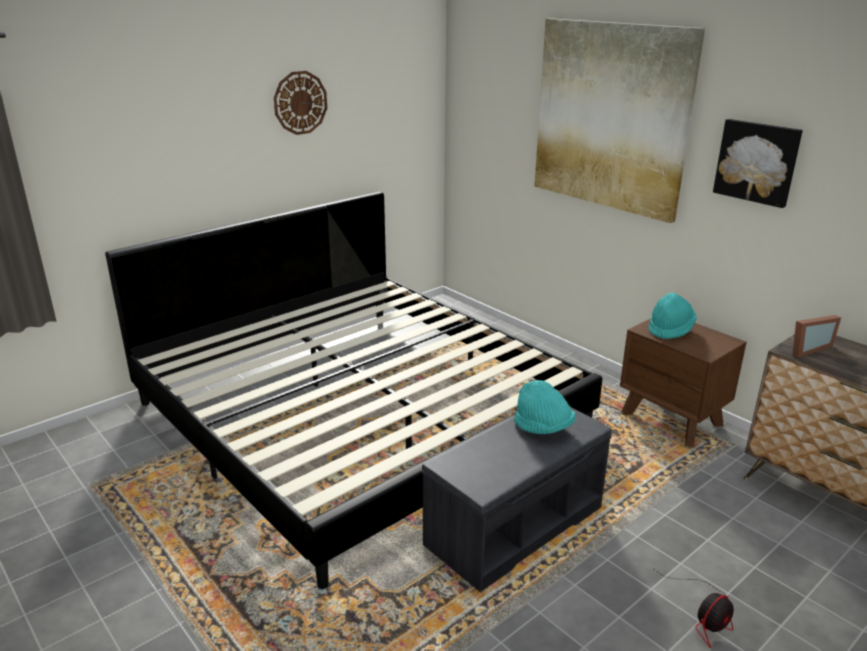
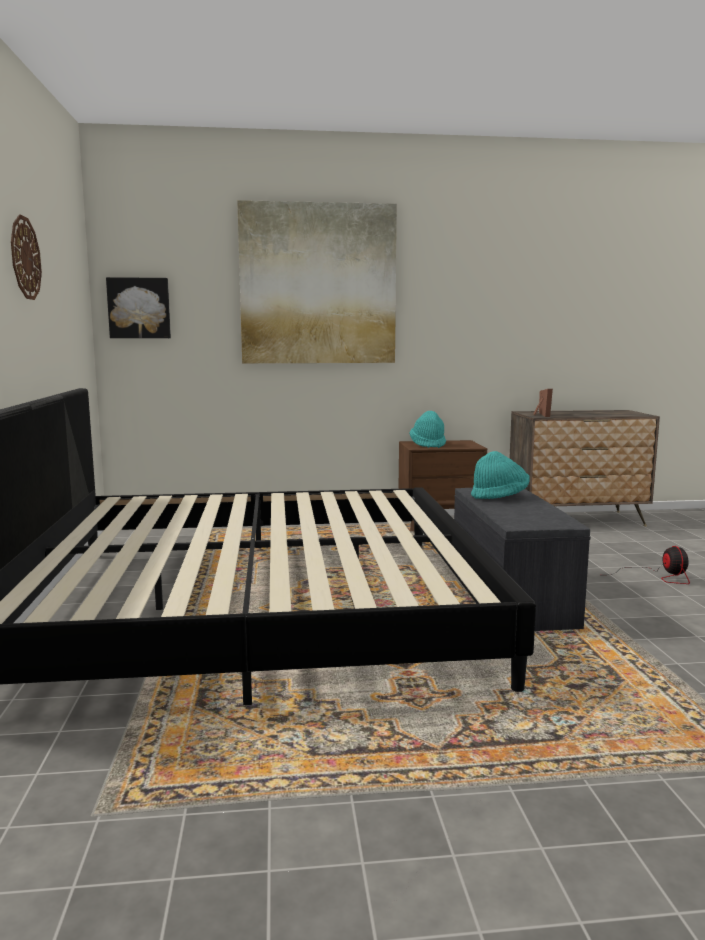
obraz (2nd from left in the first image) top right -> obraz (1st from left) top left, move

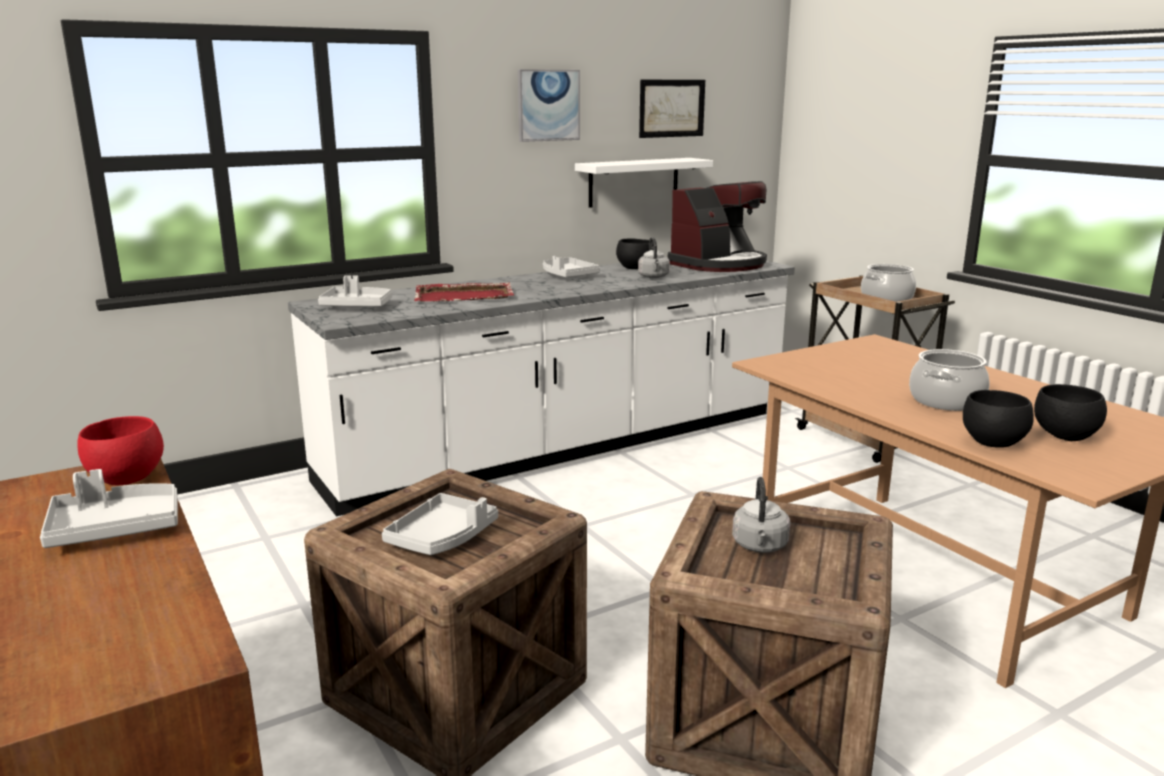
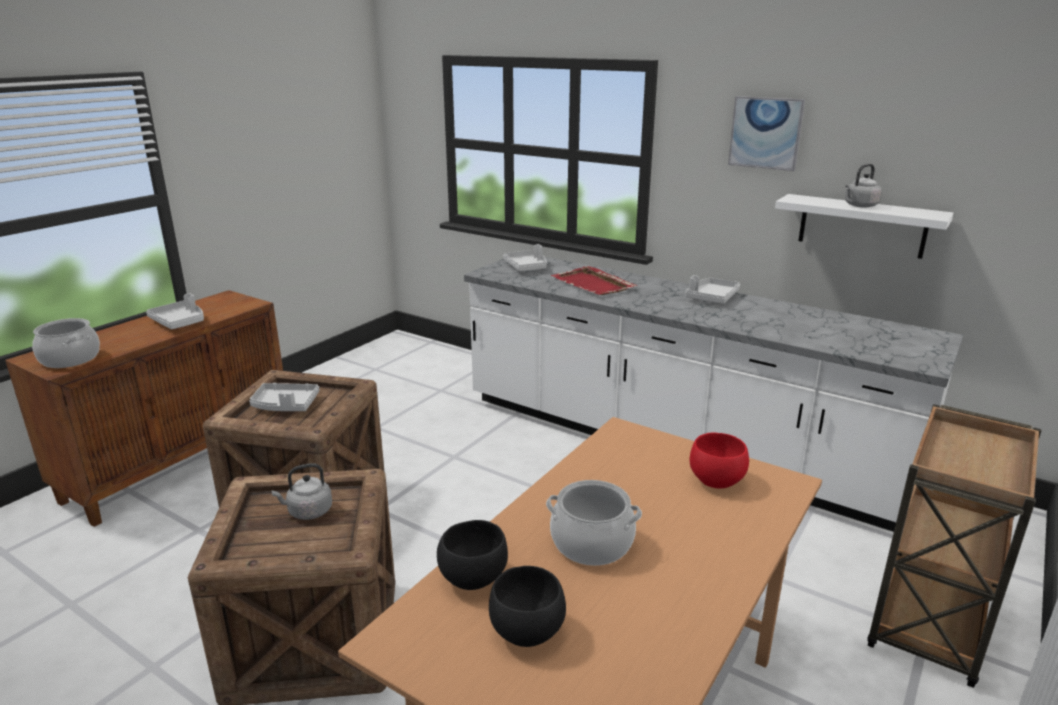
garnek (1st from left) middle right -> garnek (1st from left) middle left, move
miska/czerwony middle left -> miska/czerwony middle right, move
czajnik/szary (1st from left in the first image) top centre -> czajnik/szary (2nd from left) top right, move
miska/czarny (1st from left) top centre -> none
obraz (2nd from left) top centre -> none
ekspres do kawy top centre -> none

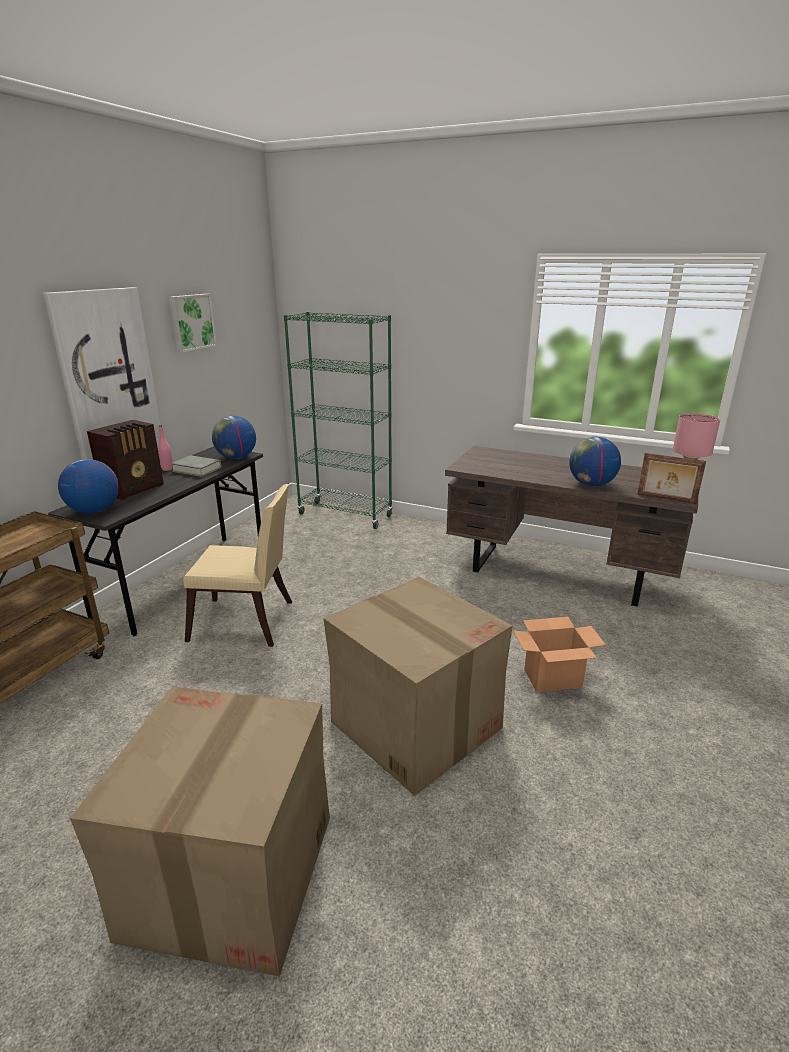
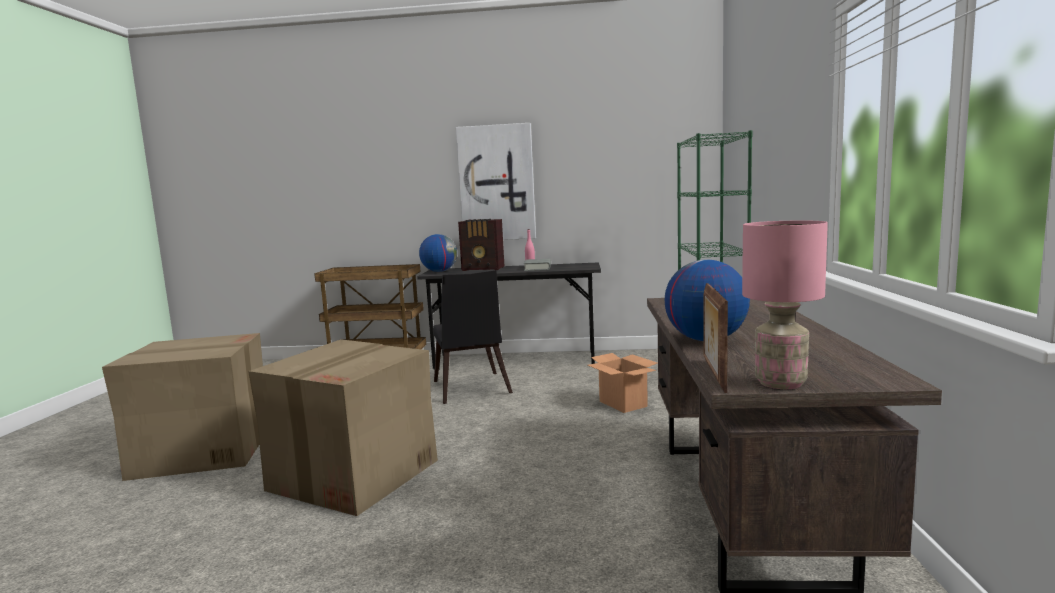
krzesło/beżowy middle left -> krzesło/czarny centre
karton (3rd from left) middle right -> karton (3rd from left) centre, move
obraz (2nd from left) top left -> none
globus (2nd from left) middle left -> none

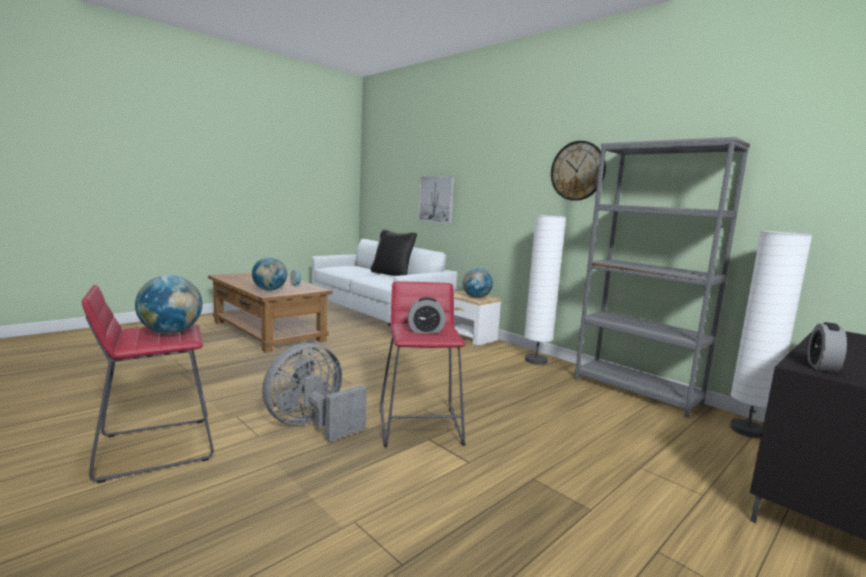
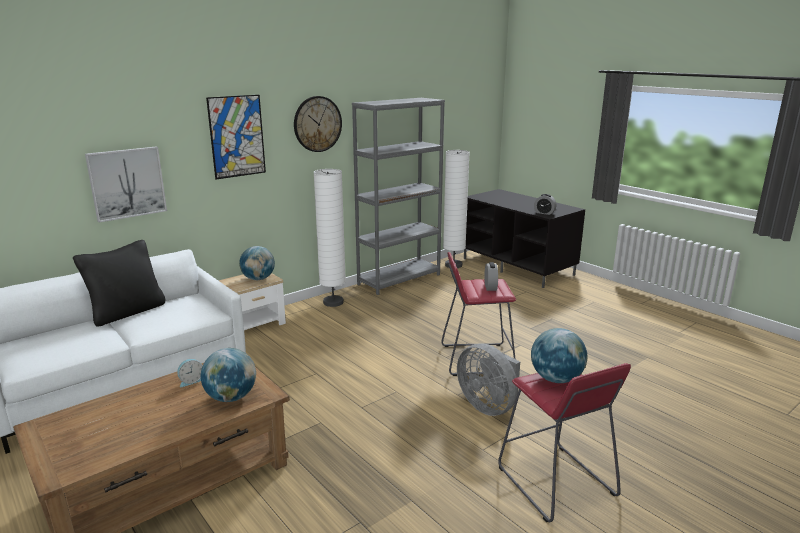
none -> obraz (2nd from left) top left

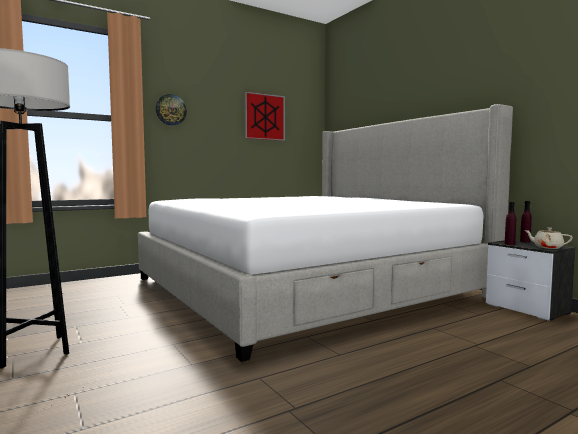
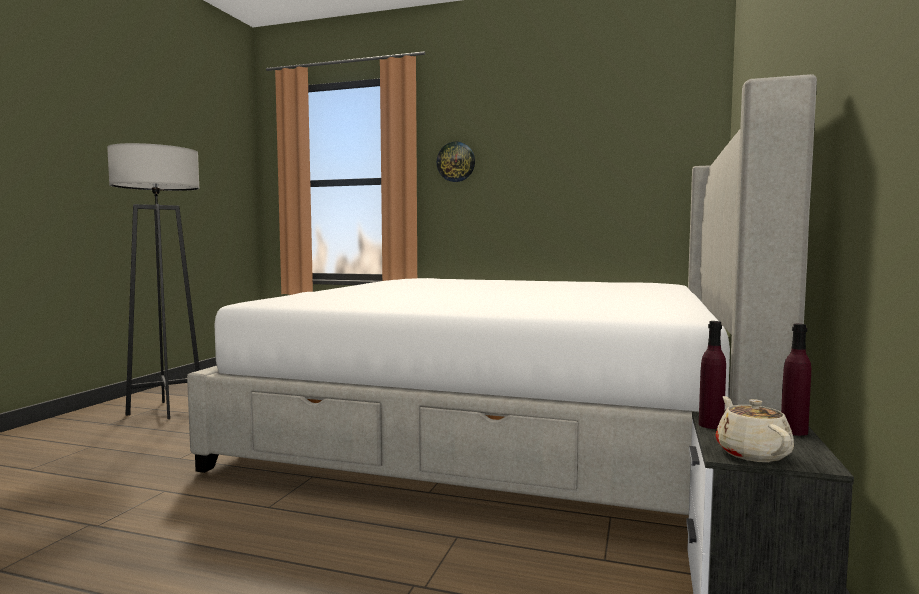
obraz top centre -> none

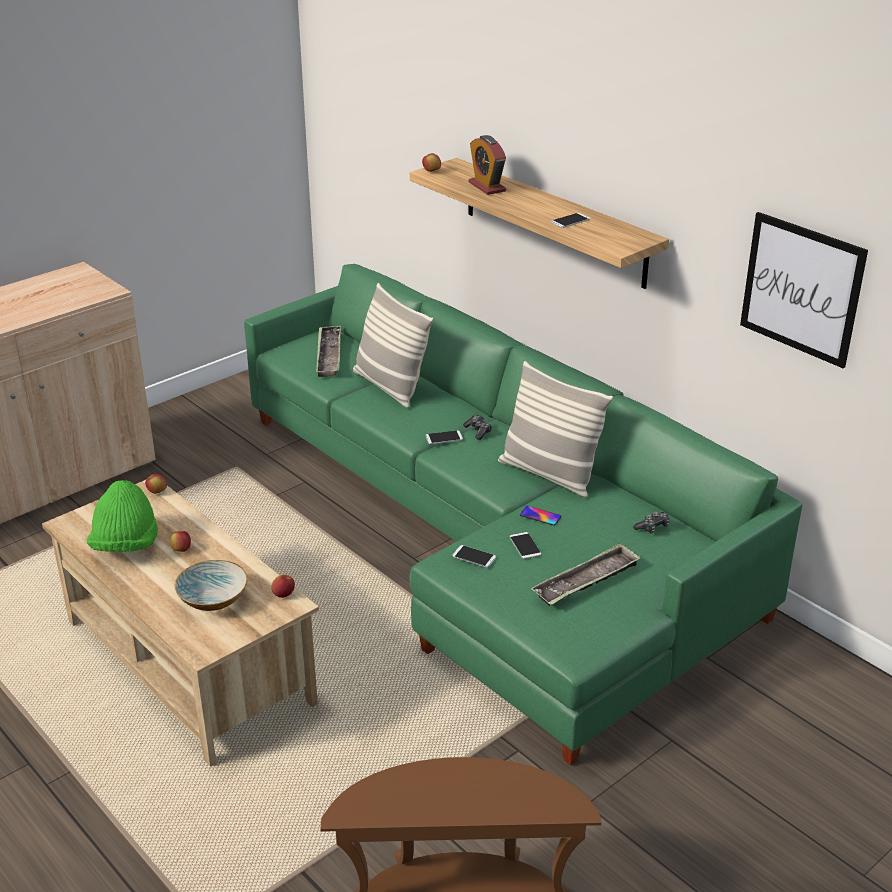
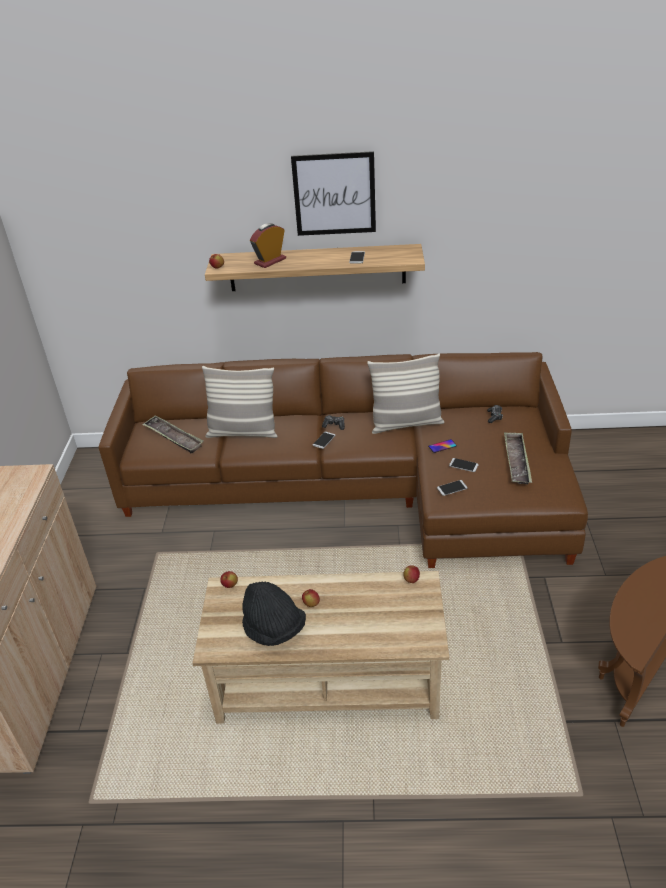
kanapa/zielony centre -> kanapa/brązowy centre
kapelusz/zielony middle left -> kapelusz/czarny bottom centre
budzik top centre, 120 degrees clockwise
obraz top right -> obraz top centre, move
miska middle left -> none

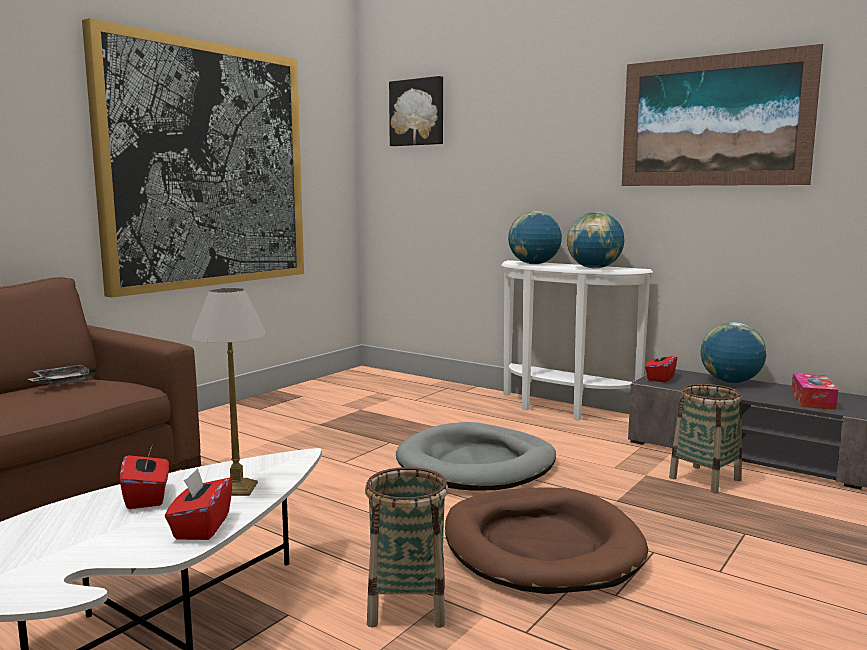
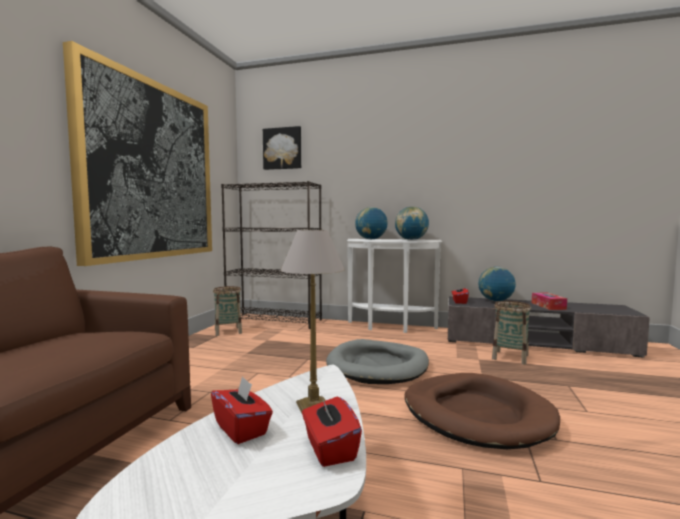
koszyk (1st from left) bottom centre -> koszyk (1st from left) centre, move
none -> regał/czarny centre
taca/szary middle left -> none
obraz (3rd from left) top right -> none

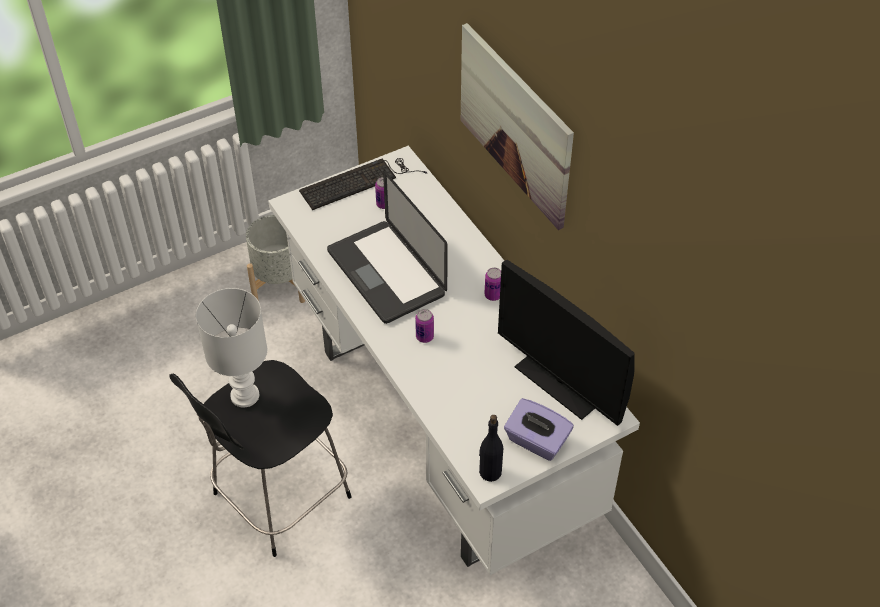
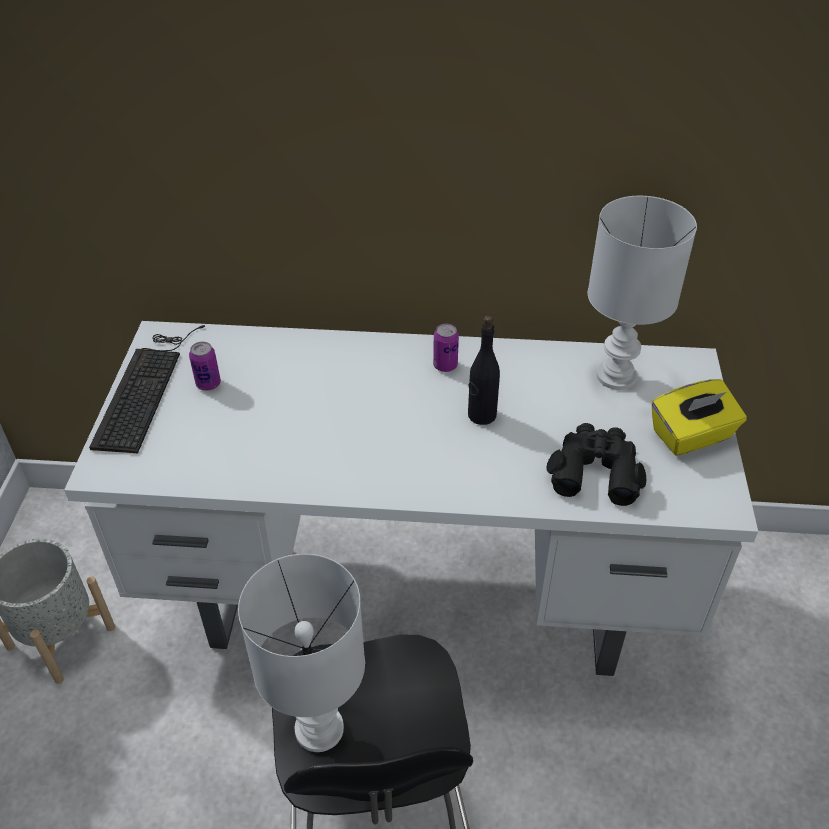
butelka/czarny bottom centre -> butelka/czarny centre, move
none -> lornetka/czarny middle right
monitor centre -> lampa stołowa/biały (2nd from left) middle right
pudełko chusteczek/fioletowy bottom centre -> pudełko chusteczek/żółty middle right
laptop centre -> none
puszka (2nd from left) centre -> none
obraz top centre -> none

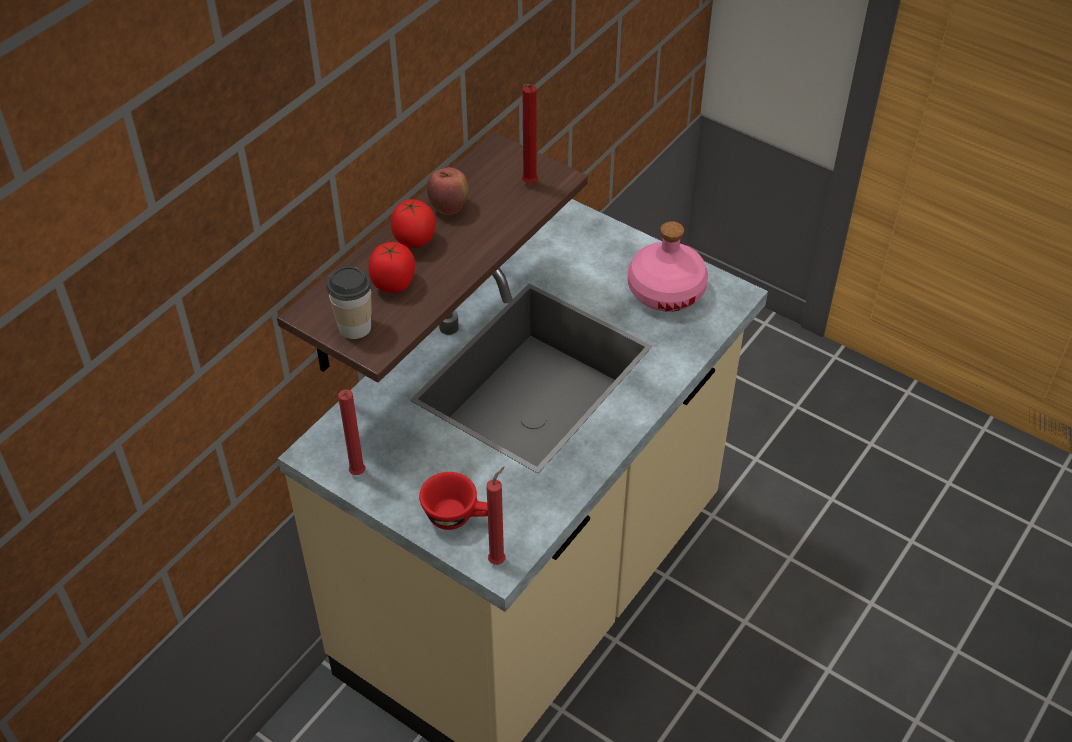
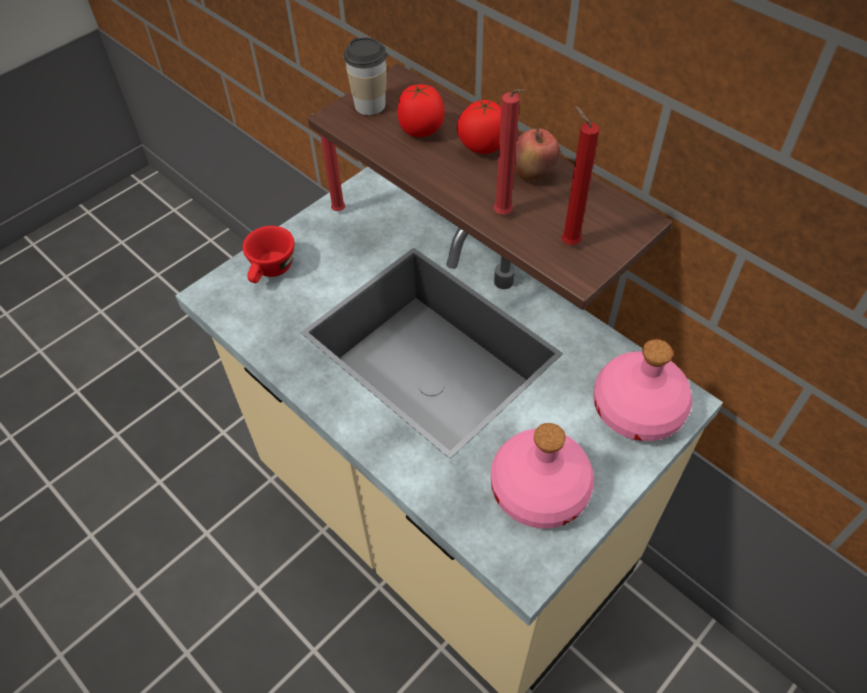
świeca/czerwony (2nd from left) bottom centre -> świeca/czerwony (2nd from left) top centre, move
none -> butelka/różowy (2nd from left) middle right

